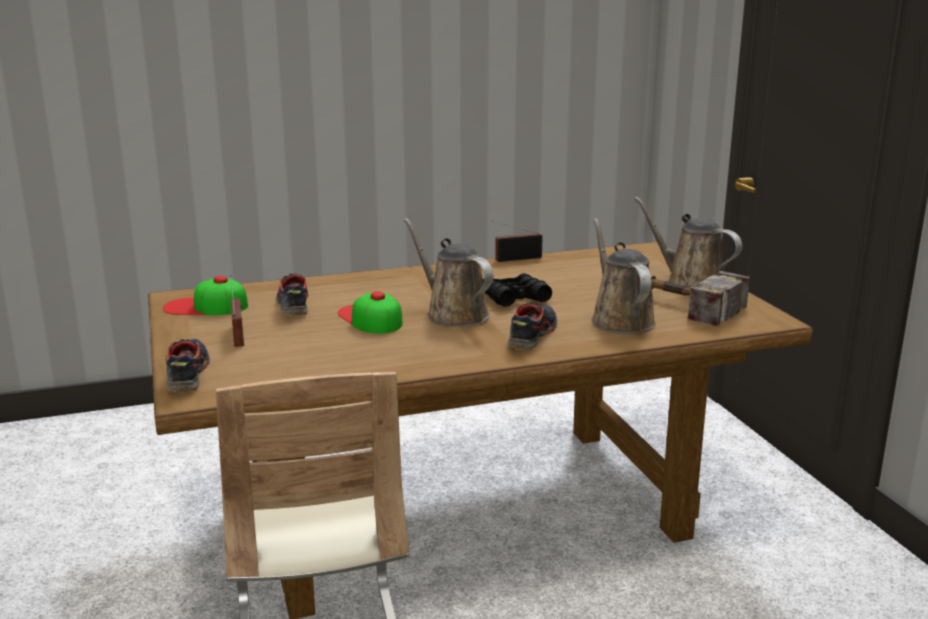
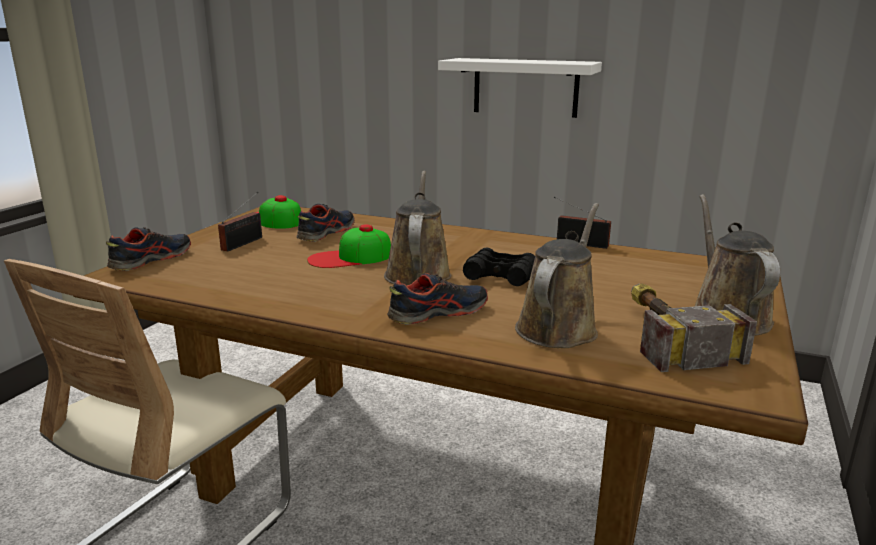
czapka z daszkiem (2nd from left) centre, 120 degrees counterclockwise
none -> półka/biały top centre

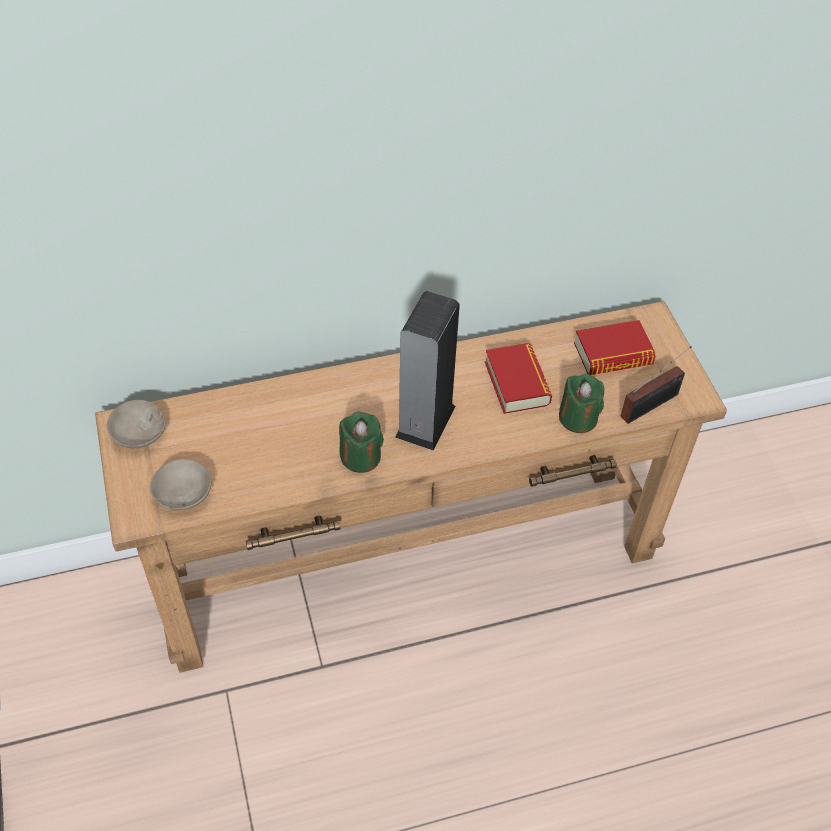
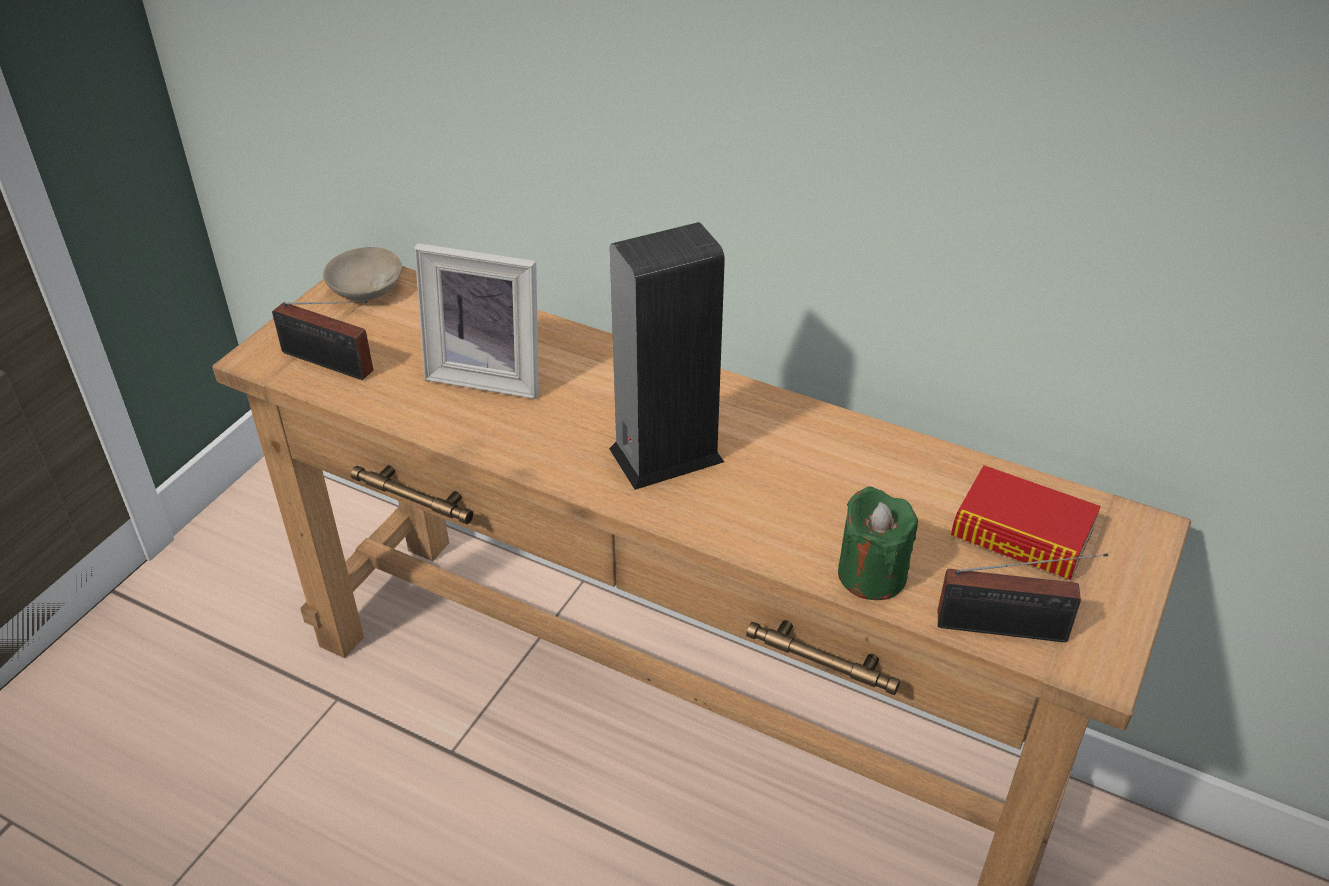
miska/beżowy (2nd from left) middle left -> radio (1st from left) middle left
none -> ramka na zdjęcie centre
świeca/zielony (1st from left) centre -> none
książka (1st from left) centre -> none

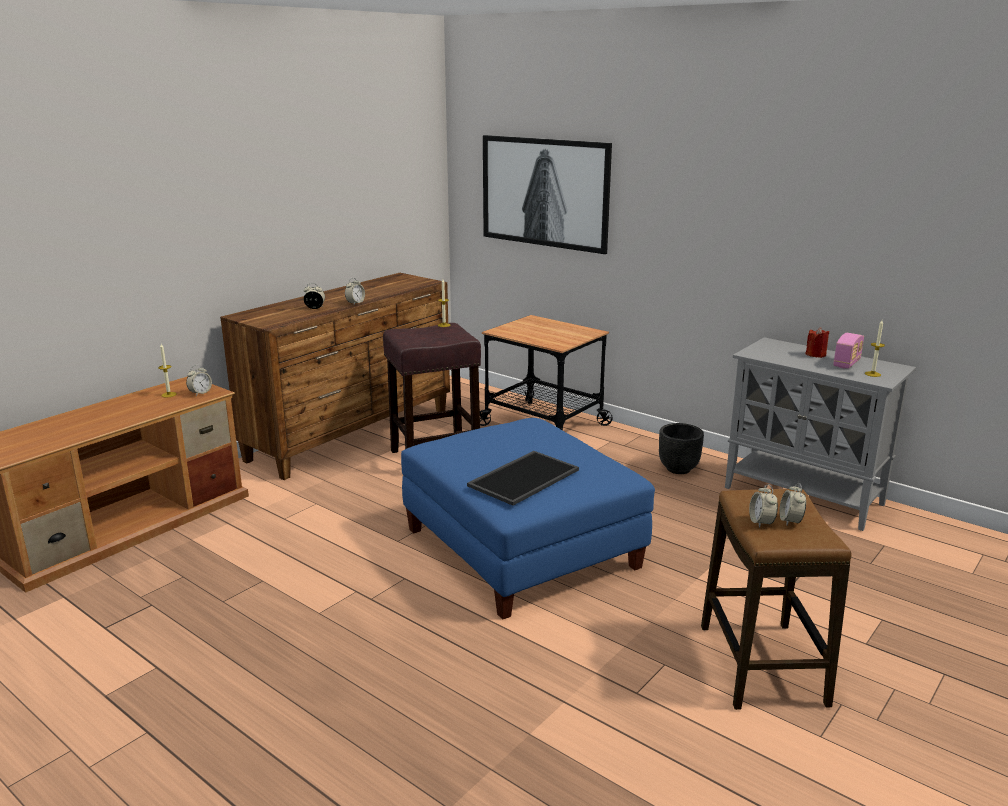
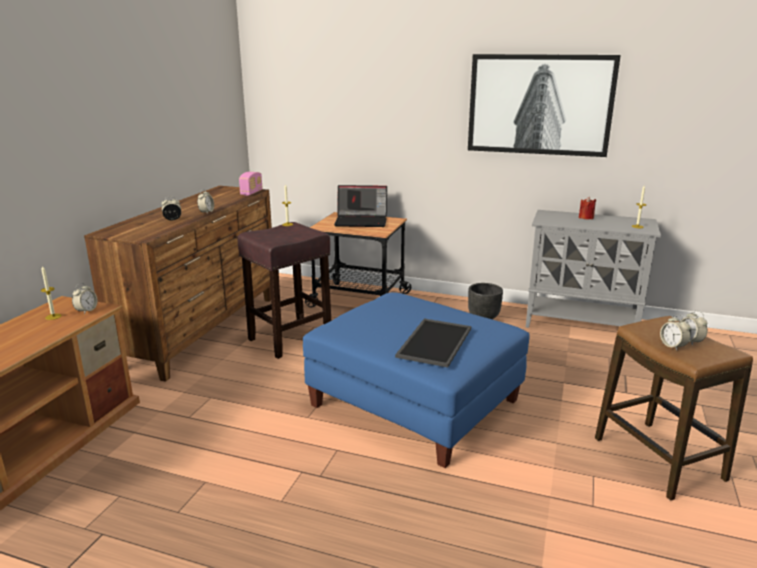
radio middle right -> radio top left, move
none -> laptop centre
obraz top centre -> obraz top right, move

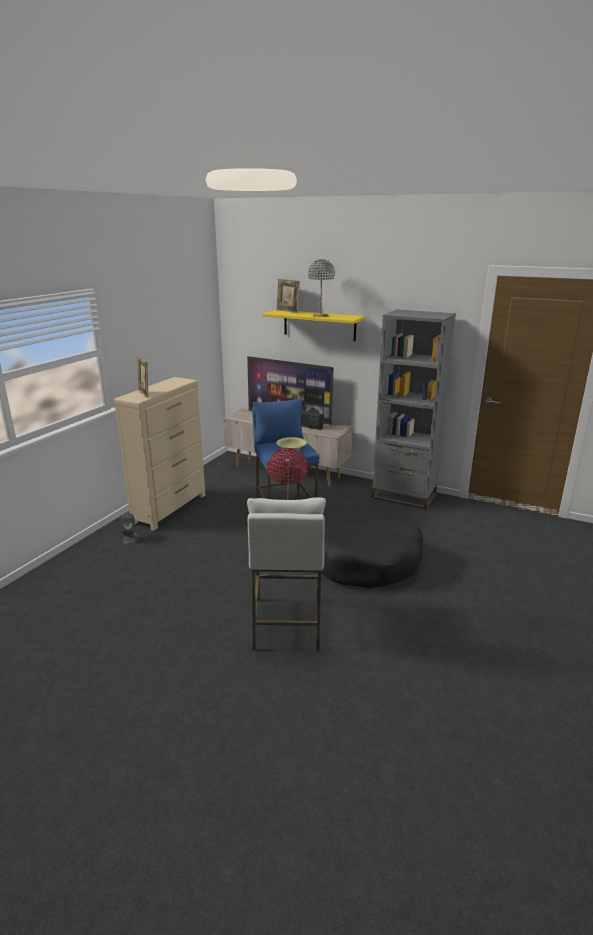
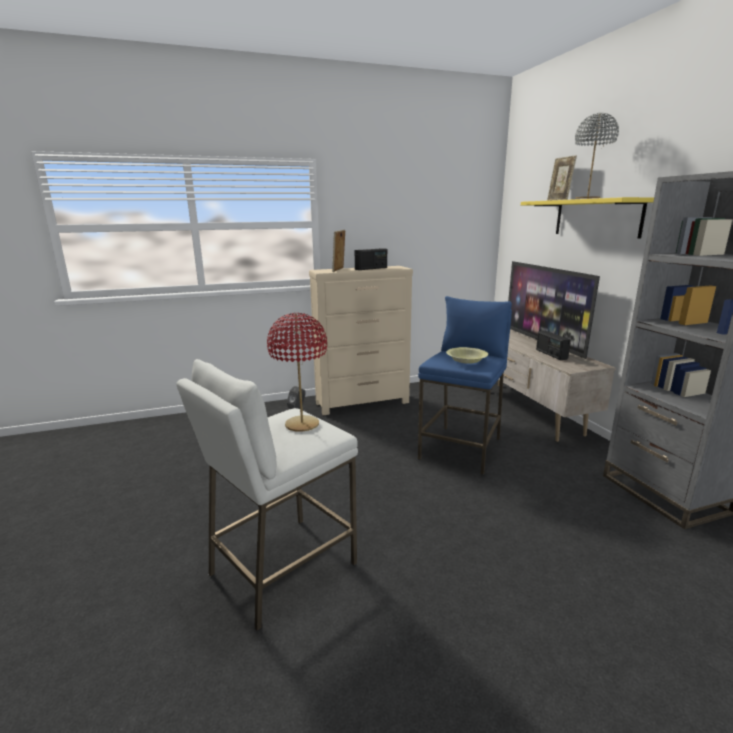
none -> radio (1st from left) centre
legowisko/czarny centre -> none

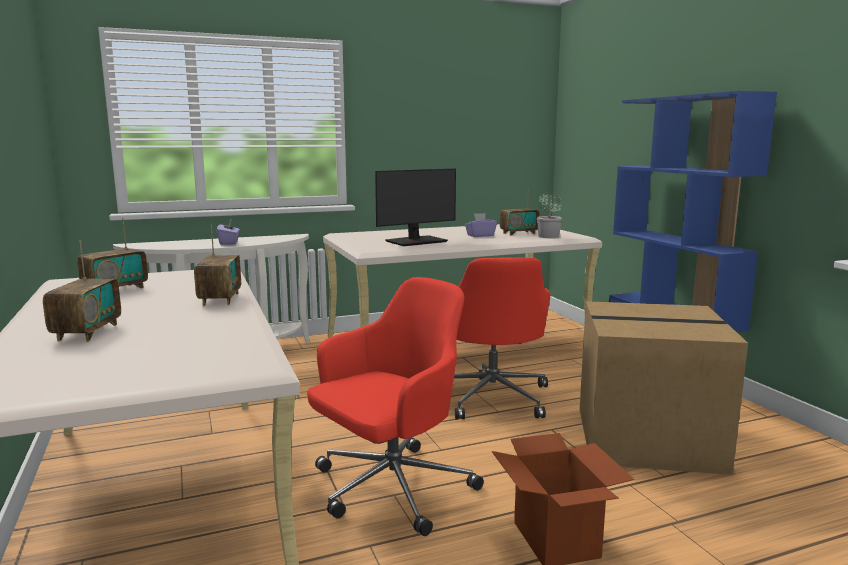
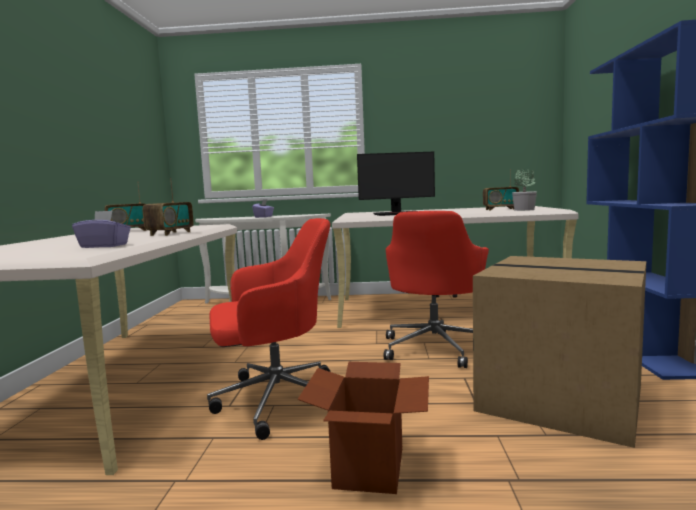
pudełko chusteczek/fioletowy (2nd from left in the first image) centre -> pudełko chusteczek/fioletowy (1st from left) middle left, move
radio (1st from left) middle left -> none

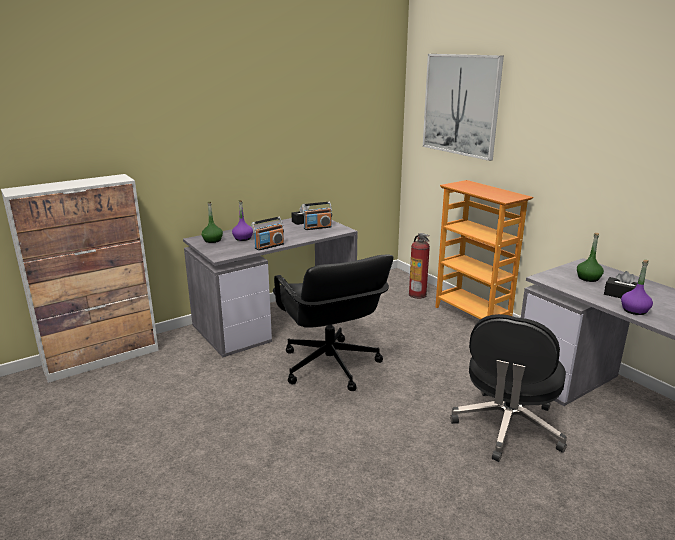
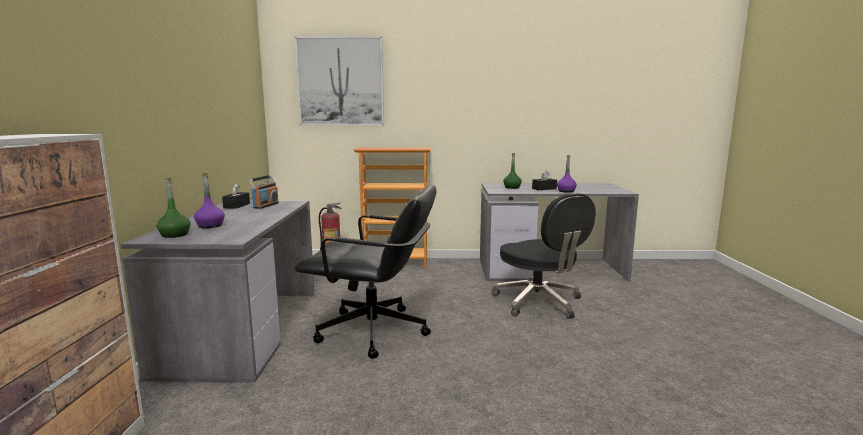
radio (1st from left) centre -> none

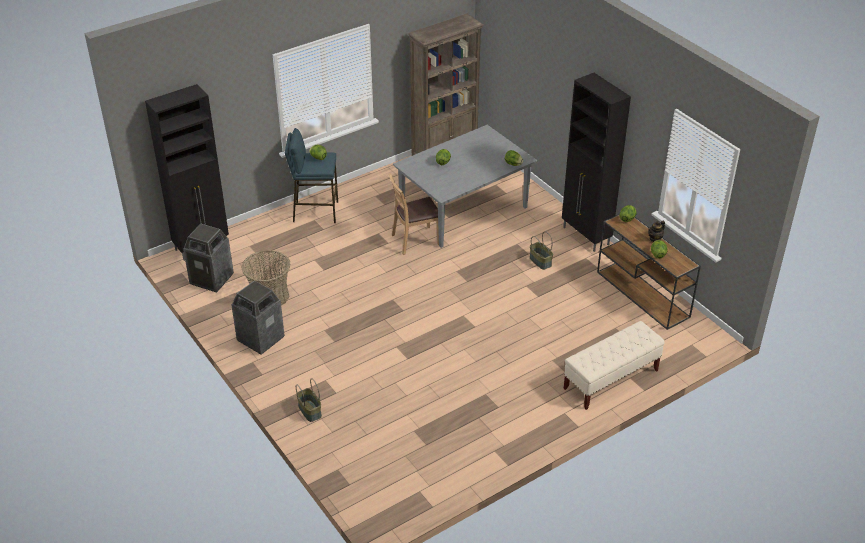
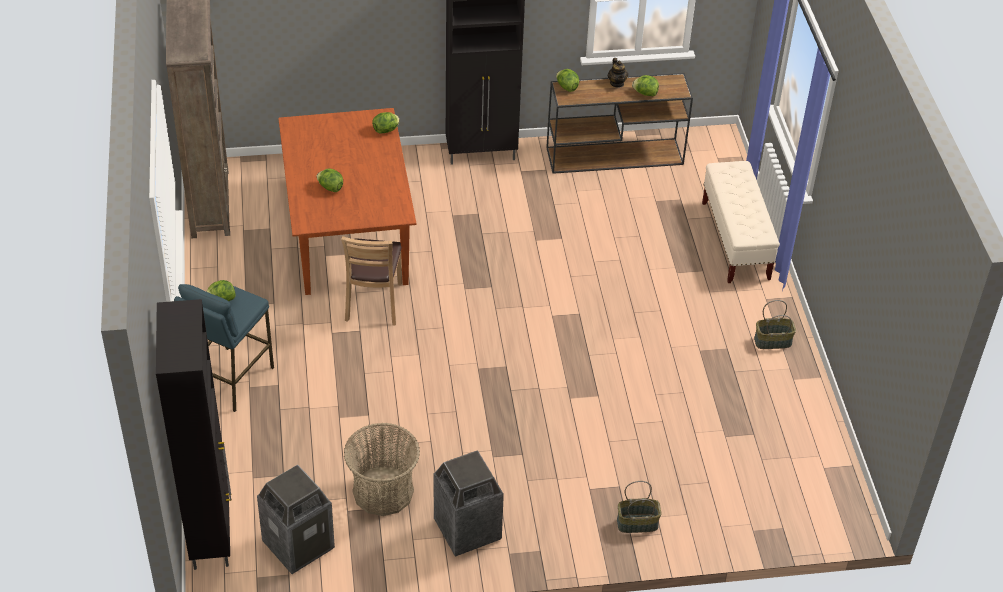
stół jadalny/szary centre -> stół jadalny/brązowy centre
koszyk (3rd from left) centre -> koszyk (3rd from left) middle right, move

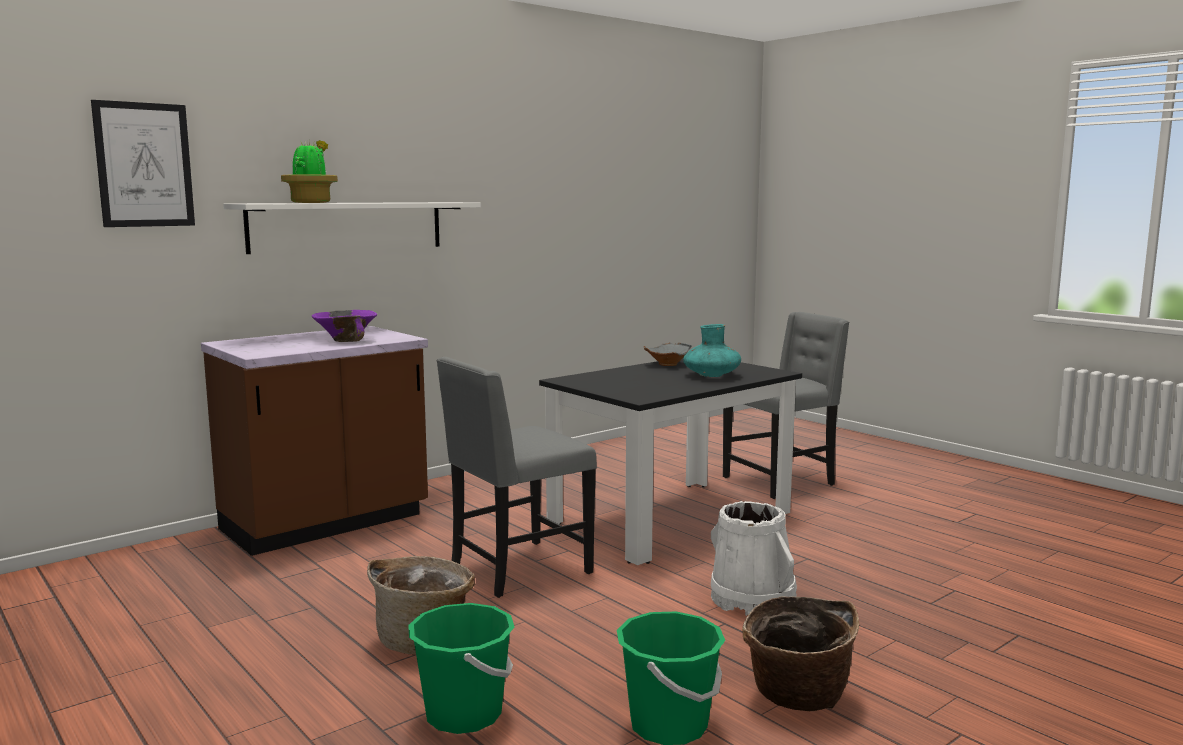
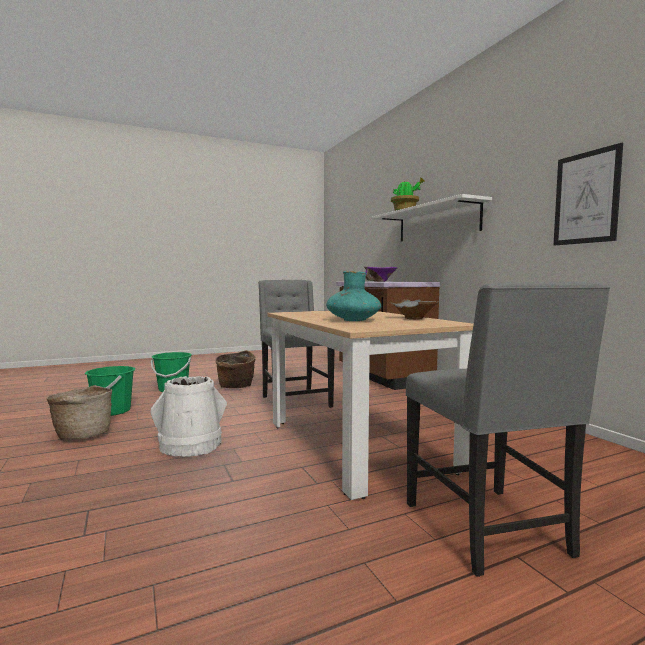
stół jadalny/czarny centre -> stół jadalny/beżowy centre
obraz top left -> obraz top right, move

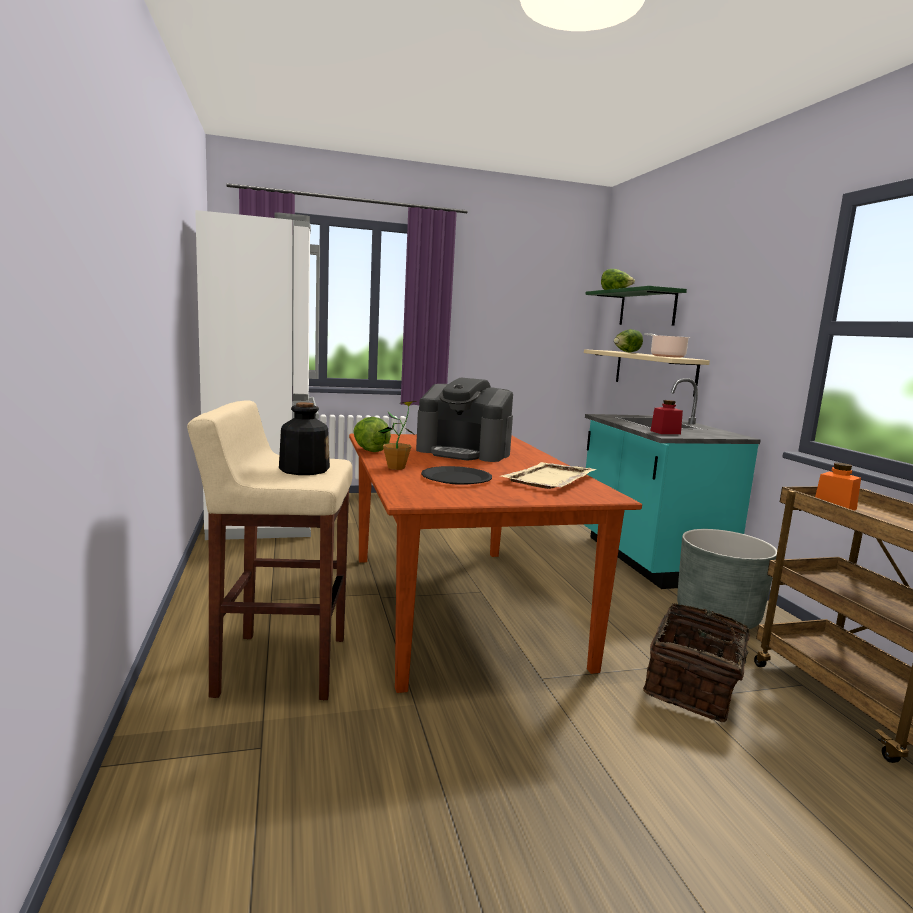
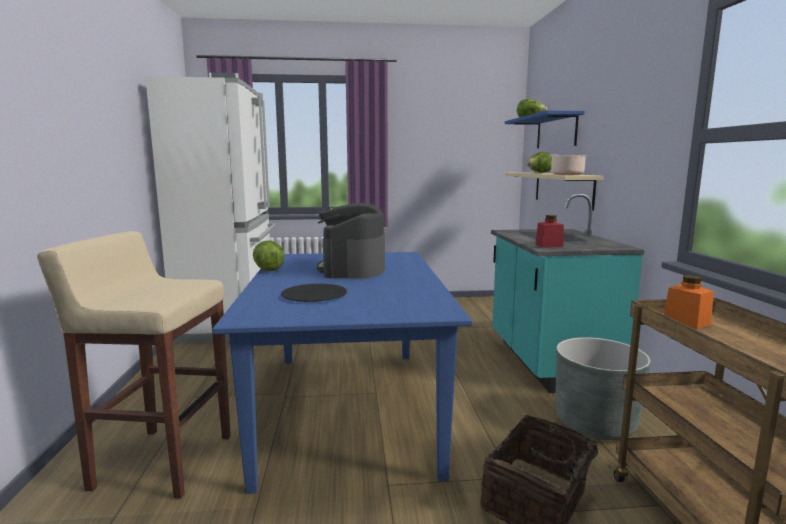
stół jadalny/brązowy centre -> stół jadalny/niebieski bottom centre
ekspres do kawy centre, 60 degrees clockwise
półka/zielony middle right -> półka/niebieski top right
butelka middle left -> none
roślina doniczkowa centre -> none
taca/beżowy centre -> none

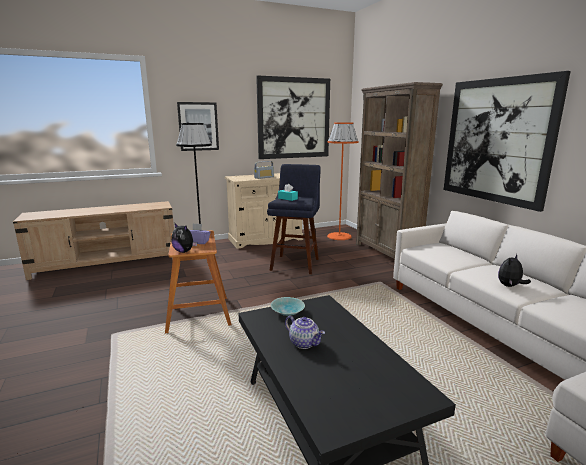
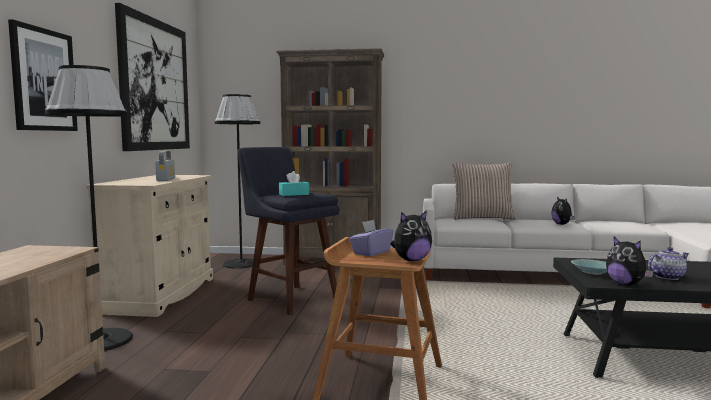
lampa stojąca/pomarańczowy centre -> lampa stojąca/czarny (2nd from left) centre
none -> poduszka middle right
none -> pluszak (3rd from left) middle right
obraz (3rd from left) top right -> none

